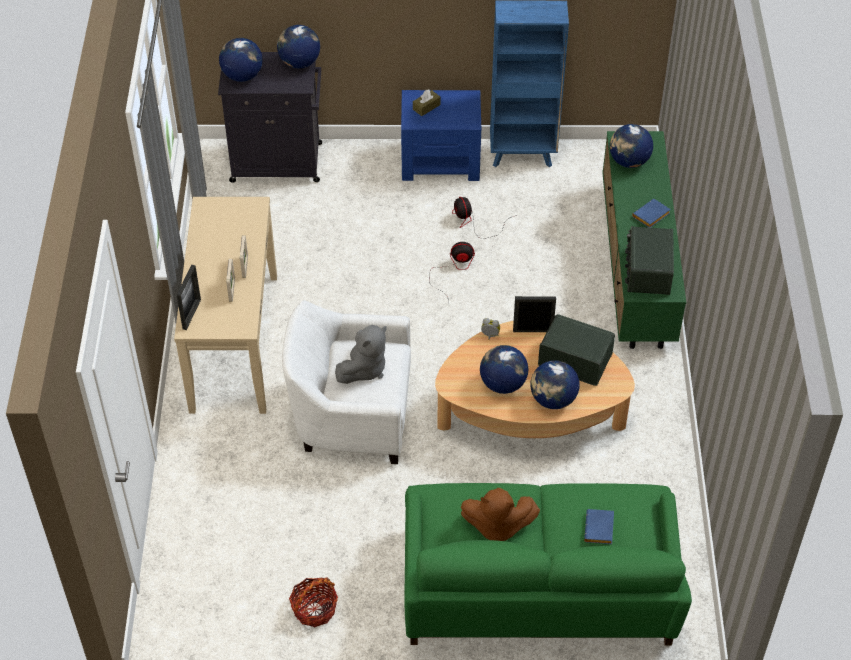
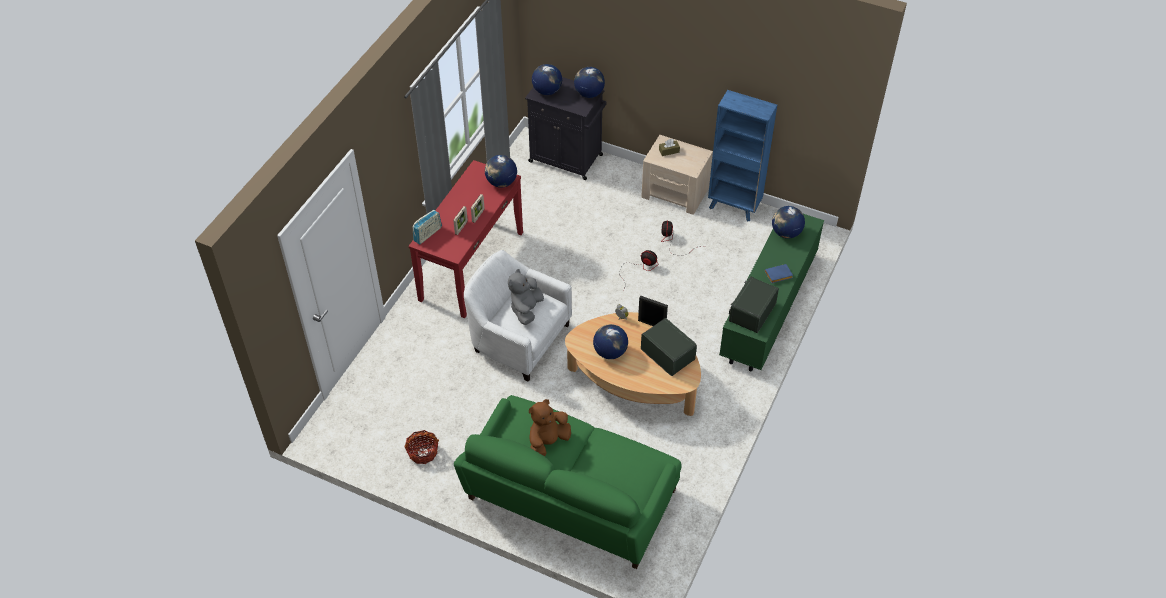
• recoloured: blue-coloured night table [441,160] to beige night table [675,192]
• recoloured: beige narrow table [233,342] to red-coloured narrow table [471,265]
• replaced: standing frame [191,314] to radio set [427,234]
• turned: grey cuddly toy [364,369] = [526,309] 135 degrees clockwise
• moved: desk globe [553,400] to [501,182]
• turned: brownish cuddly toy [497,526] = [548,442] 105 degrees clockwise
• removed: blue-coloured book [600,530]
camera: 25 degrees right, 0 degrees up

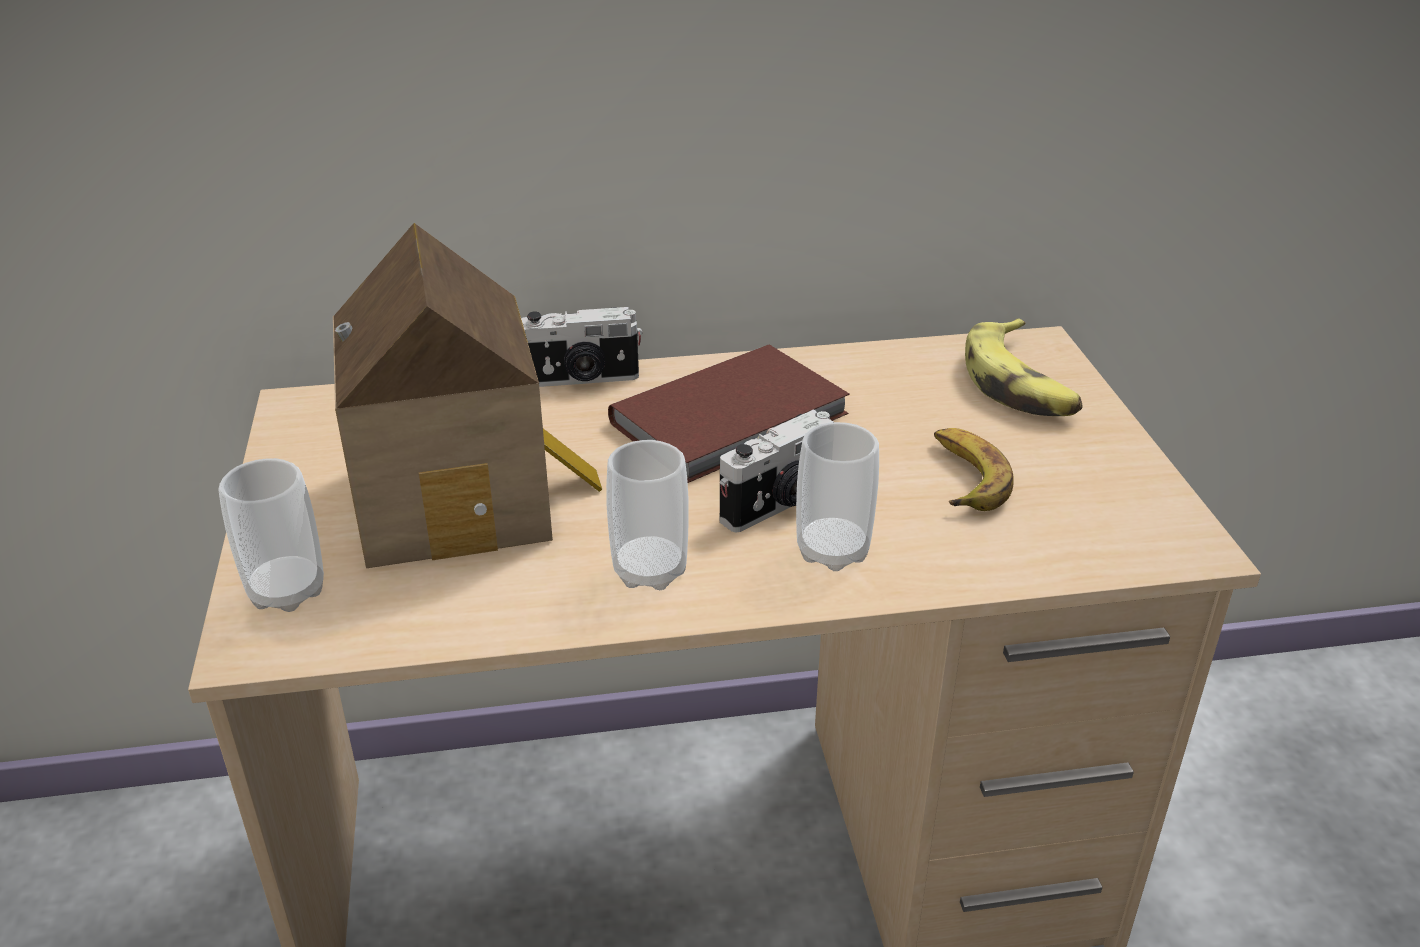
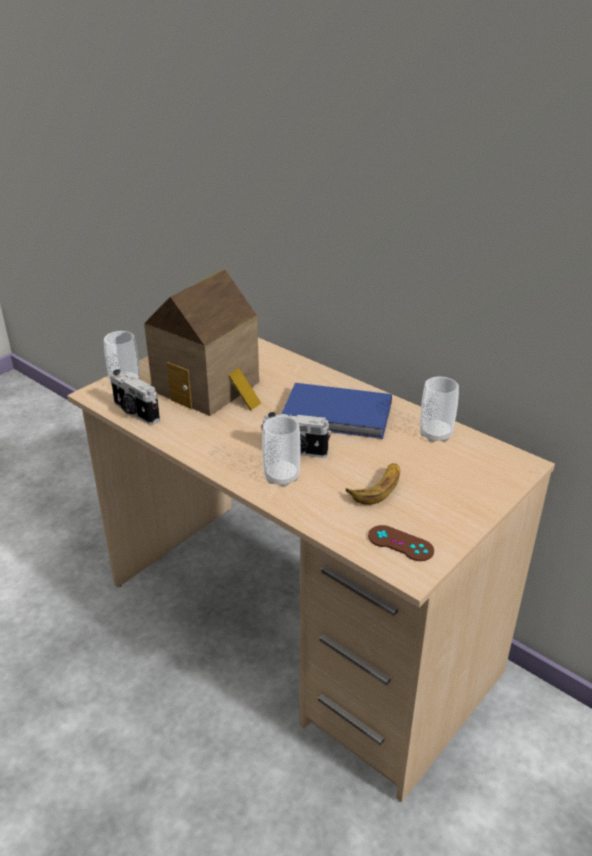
• moved: photo camera [582,379] to [135,412]
• removed: banana fruit [1020,384]
• recoloured: brownish book [735,419] to blue-coloured book [338,415]
• moved: cup [650,570] to [435,434]
• added: brownish joypad [400,543]
camera: 50 degrees right, 0 degrees up

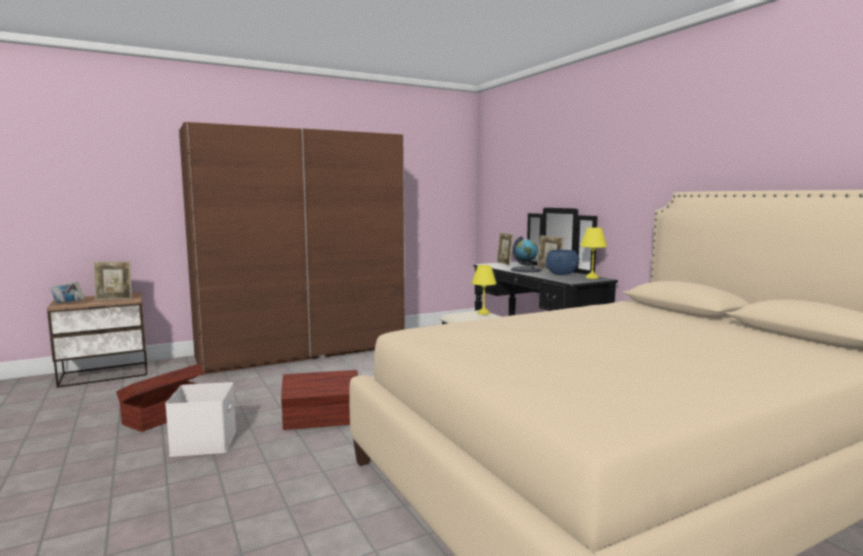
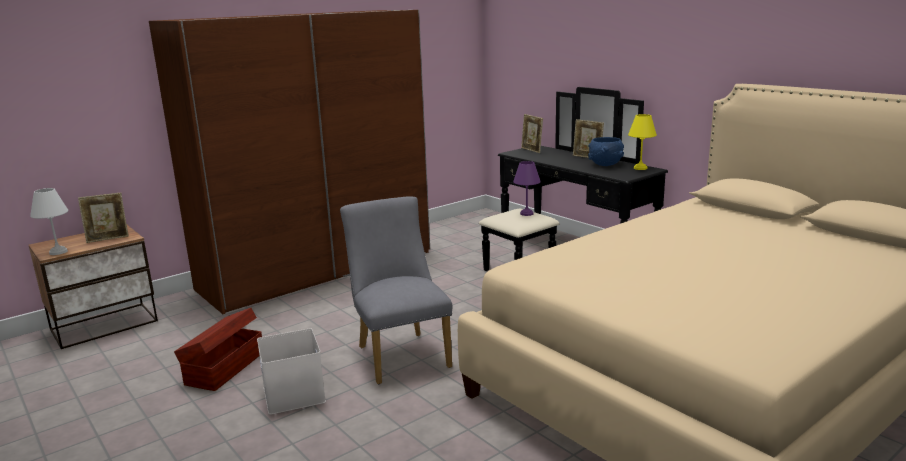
• removed: desk globe [526,270]
• recoloured: yellow-coloured table lamp [483,313] to purple-coloured table lamp [526,214]
• replaced: book [68,304] to white-coloured table lamp [58,252]
• replaced: brownish storage container [322,420] to grey upright chair [400,354]
camera: 10 degrees left, 10 degrees up

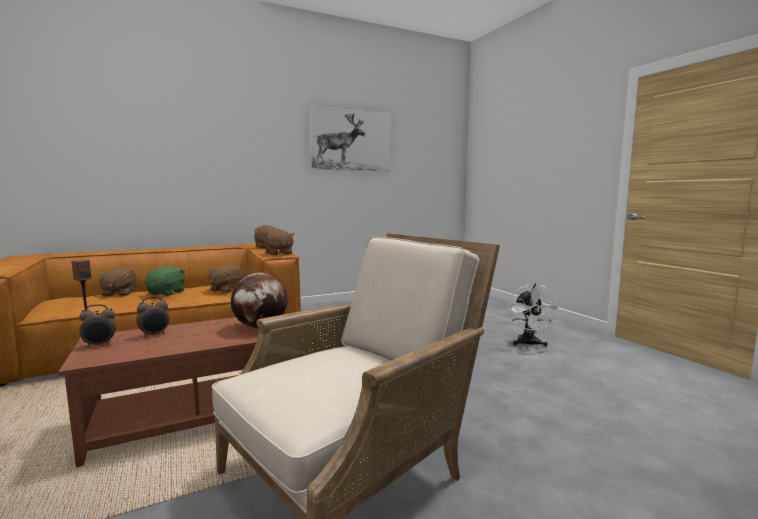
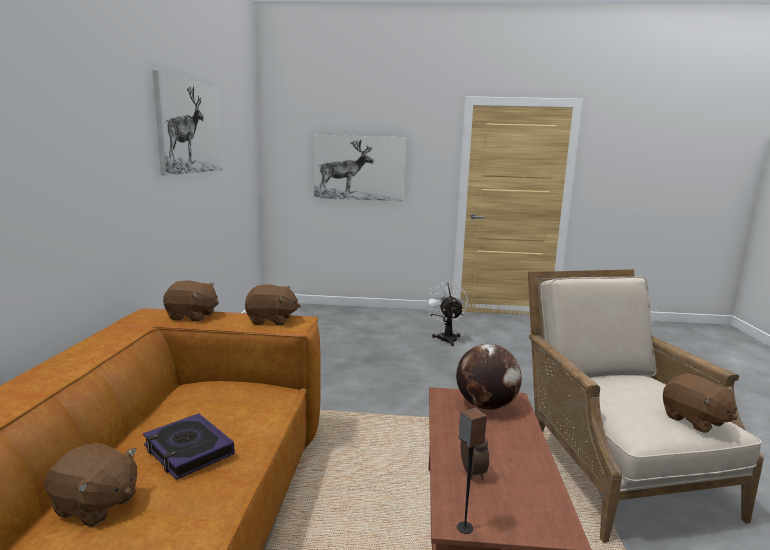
• moved: brownish cuddly toy [226,289] to [694,420]
• replaced: green cuddly toy [167,293] to book [188,450]
• turned: white-coloured fan [529,344] = [446,337] 135 degrees counterclockwise
• removed: alarm clock [100,345]
• added: wall picture [359,168]
camera: 60 degrees left, 5 degrees up

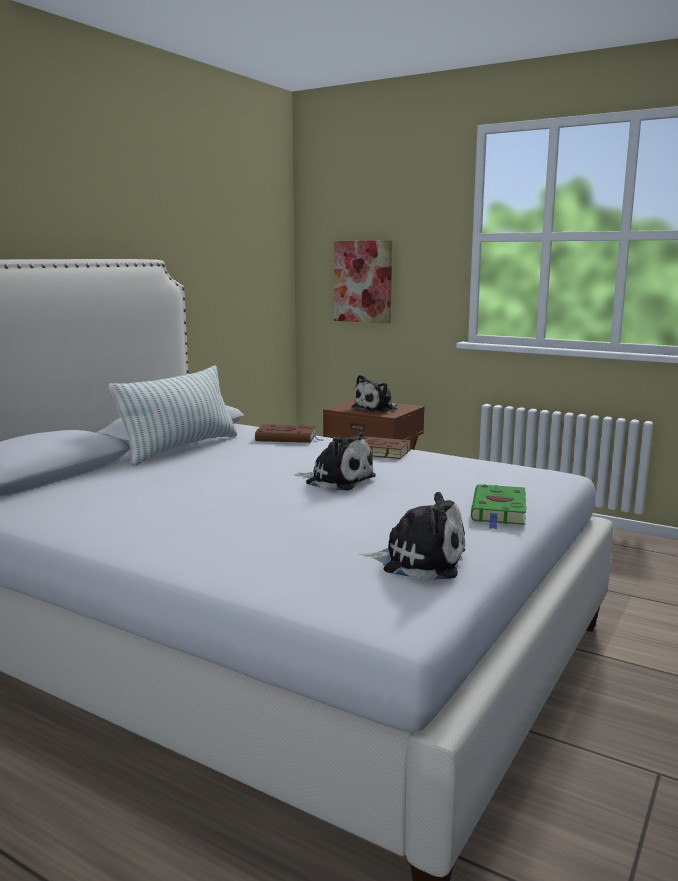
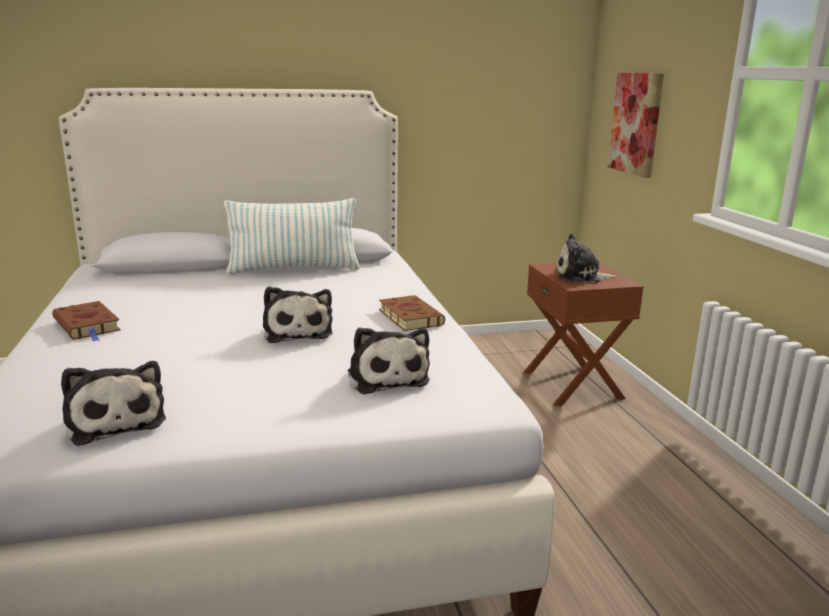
• moved: brownish book [288,438] to [88,326]
• removed: green book [499,511]
• added: cuddly toy [386,377]
camera: 45 degrees right, 5 degrees up

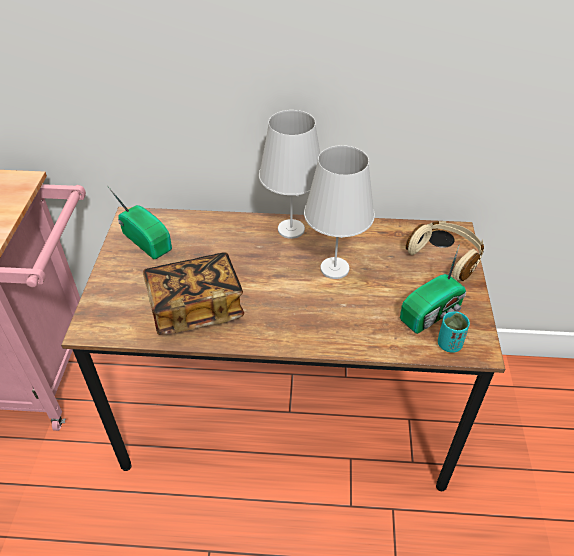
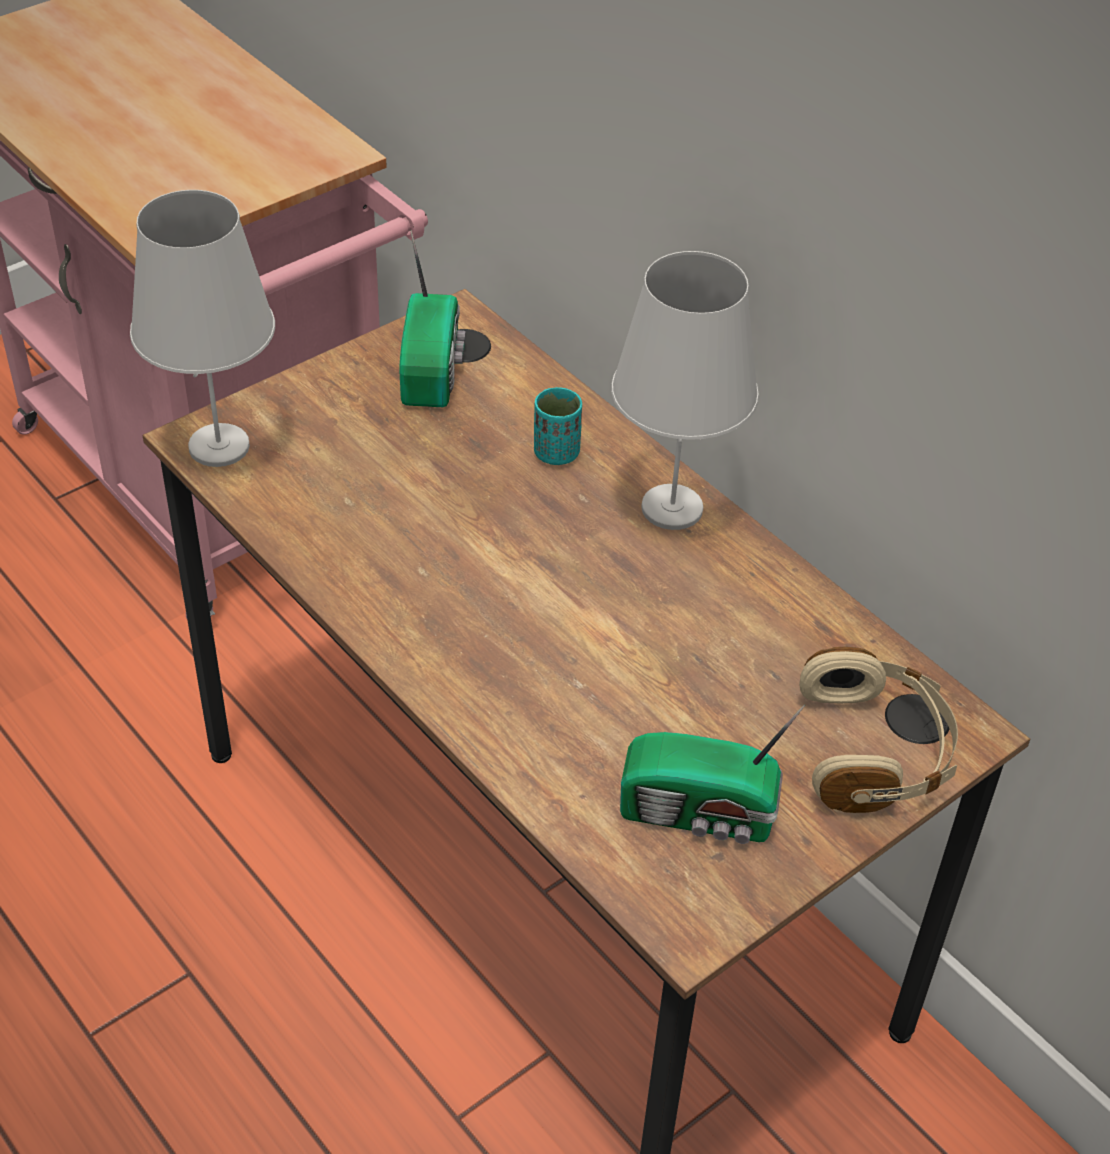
• moved: white-coloured table lamp [334,269] to [218,446]
• removed: book [195,307]
• moved: turquoise-coloured cup [449,344] to [556,453]
camera: 45 degrees right, 0 degrees up

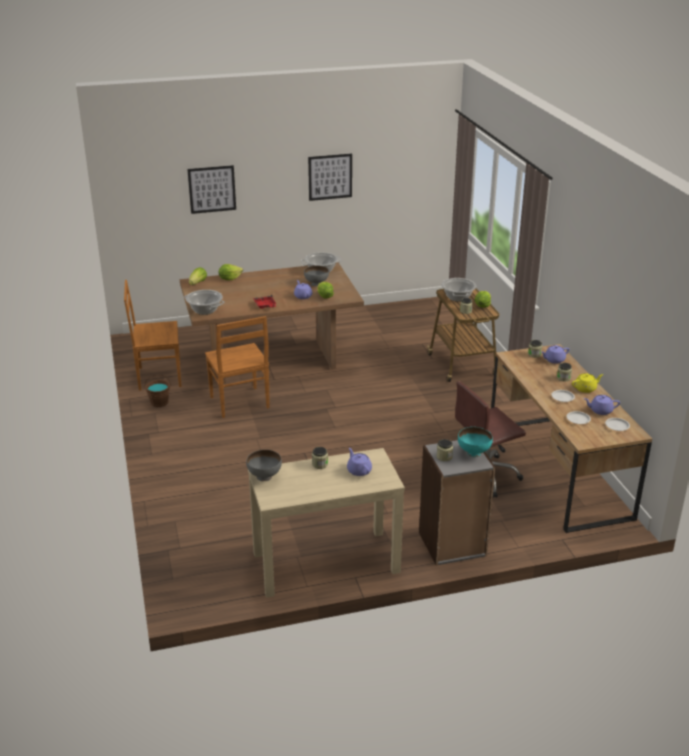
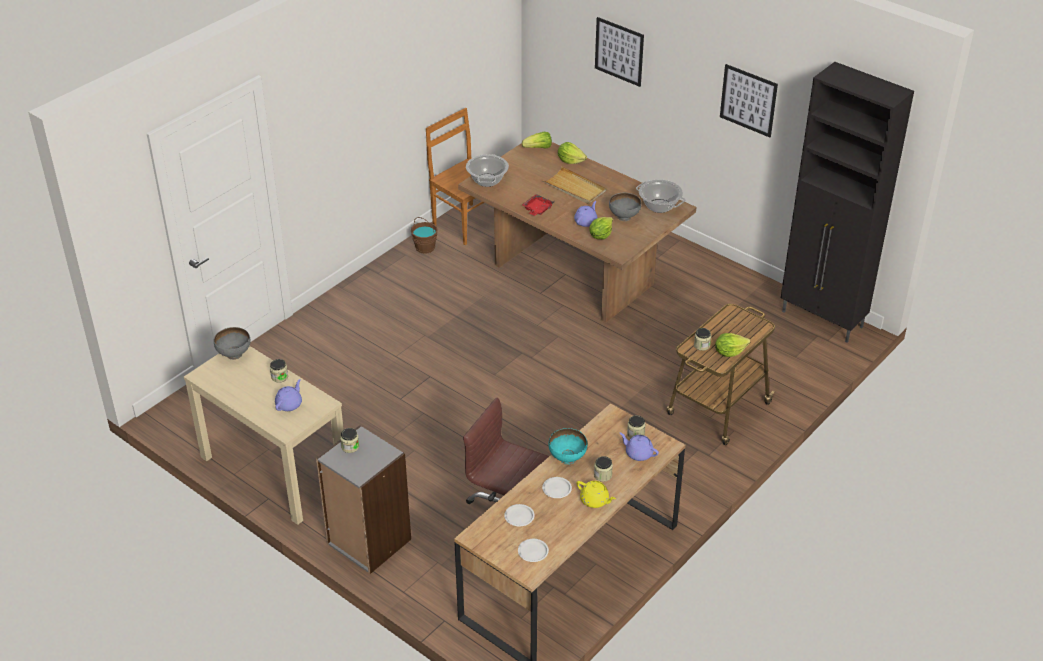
• removed: saucepot [457,297]
• removed: brownish upright chair [240,403]
• removed: purple-coloured pot for tea [600,411]
• moved: turquoise-coloured bowl [473,453] to [567,458]
• added: black-coloured storage cabinet [823,320]
• added: beige serving tray [574,188]
camera: 55 degrees right, 10 degrees up

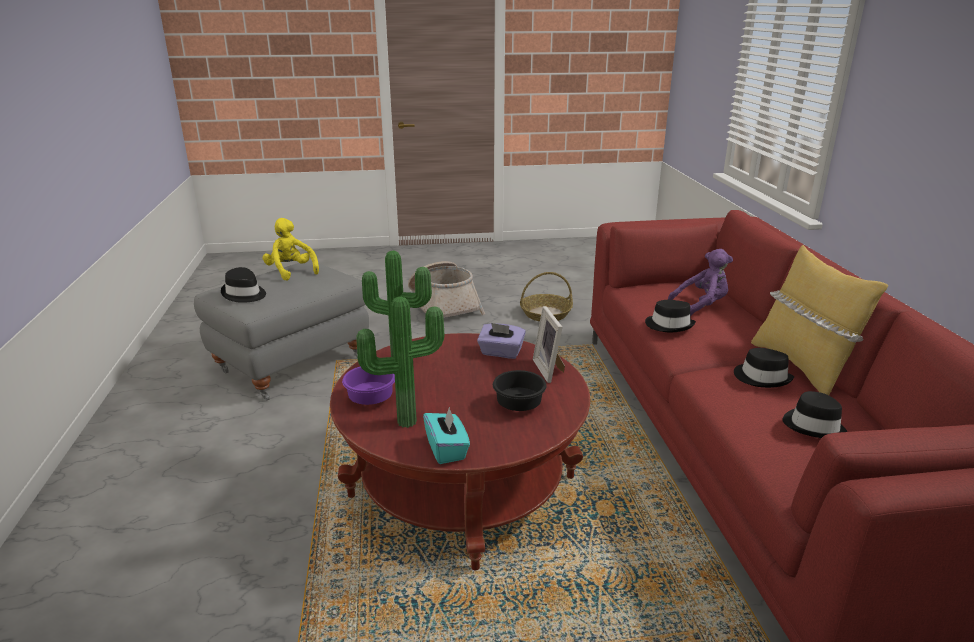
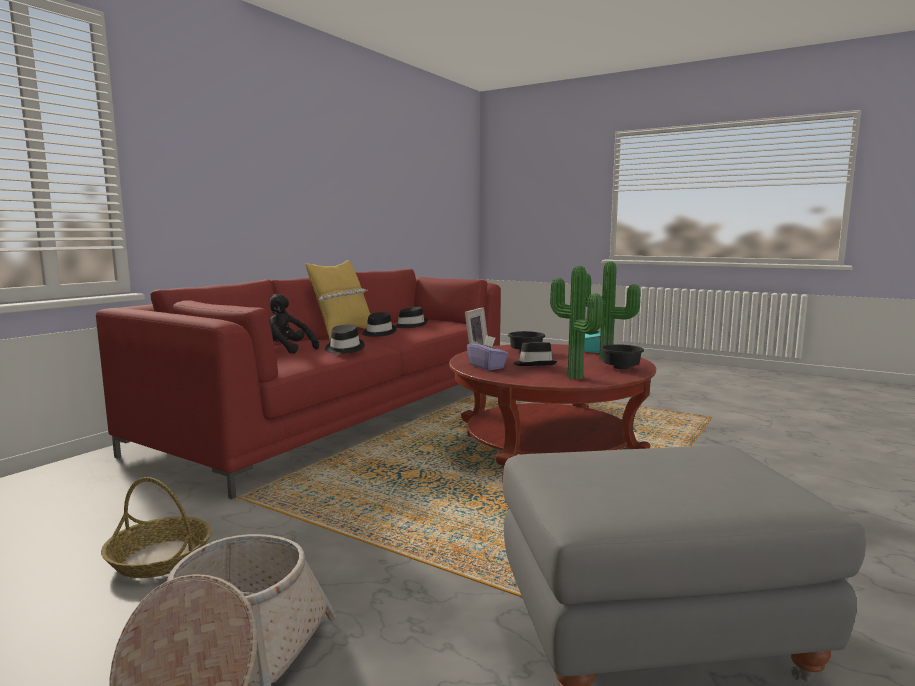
• removed: yellow-coloured cuddly toy [291,271]
• recoloured: purple-coloured cuddly toy [701,306] to black-coloured cuddly toy [286,350]
• moved: black-coloured hat [244,294] to [534,364]
• recoloured: purple-coloured bowl [370,398] to black-coloured bowl [620,368]
camera: 140 degrees left, 15 degrees down

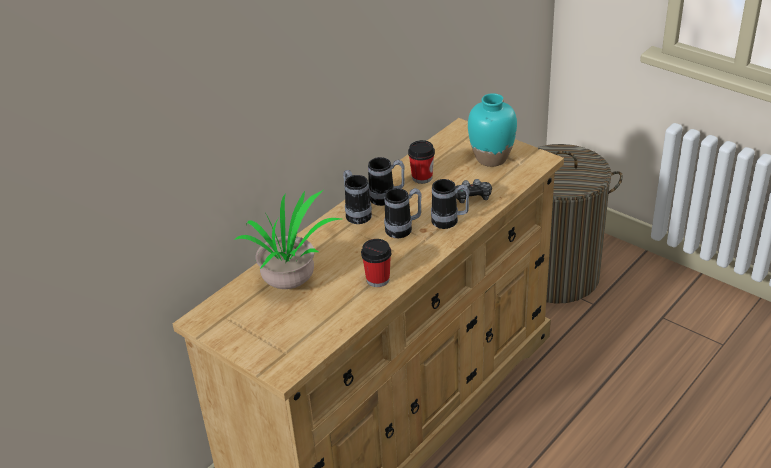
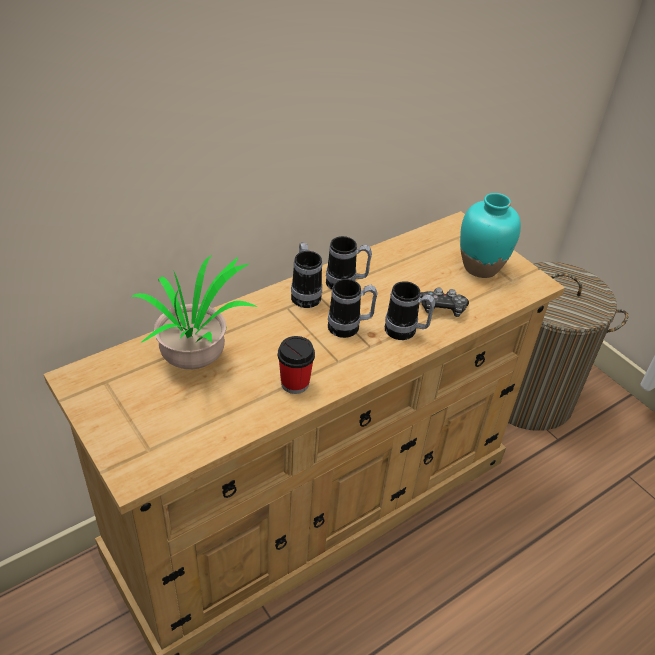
• removed: cup [422,177]
camera: 10 degrees right, 5 degrees up

